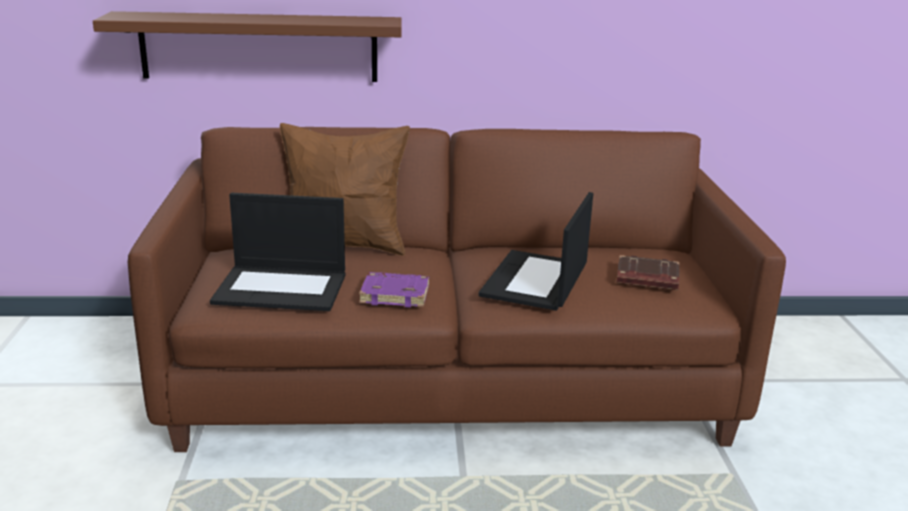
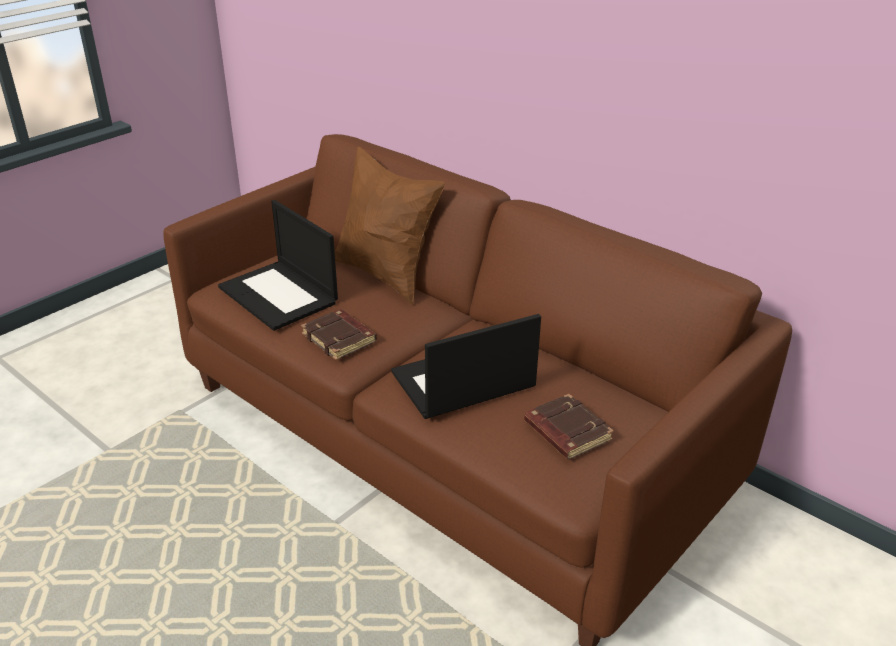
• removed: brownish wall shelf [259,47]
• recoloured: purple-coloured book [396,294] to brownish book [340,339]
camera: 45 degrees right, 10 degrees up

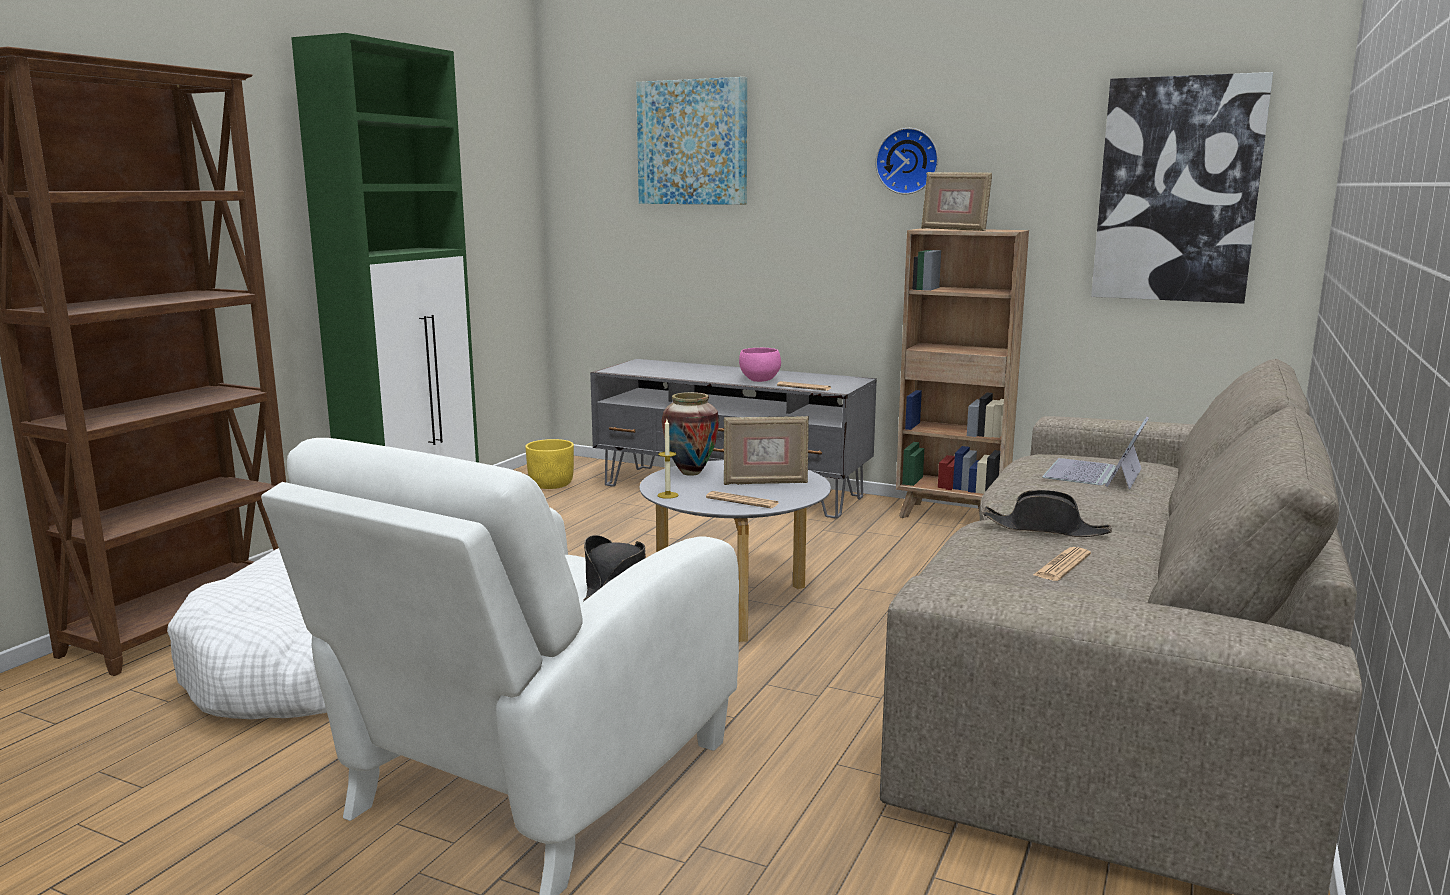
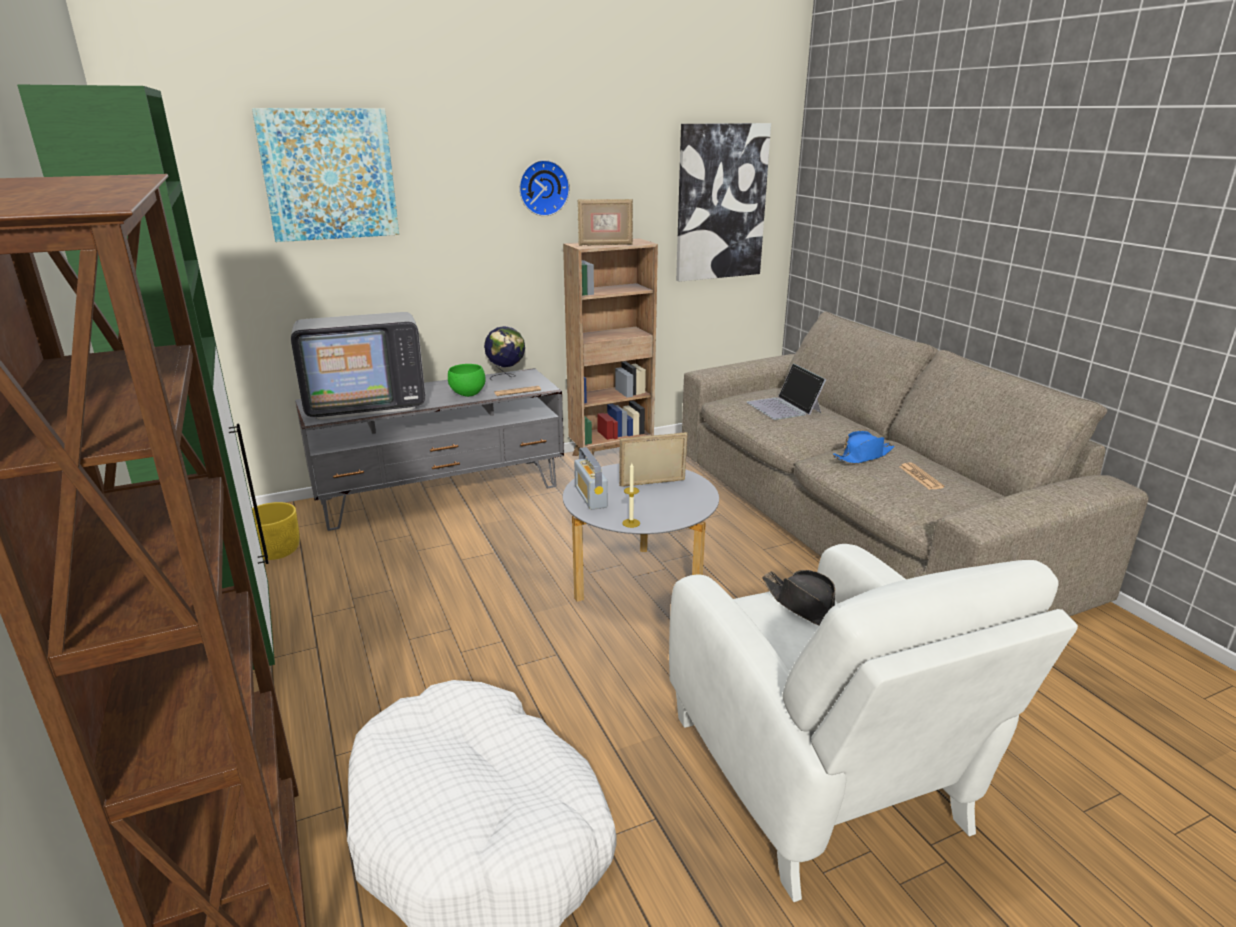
• recoloured: pink bowl [759,380] to green bowl [468,394]
• replaced: decorative vase [690,473] to radio set [590,497]
• turned: standing frame [765,483] = [653,484] 135 degrees counterclockwise
• recoloured: black-coloured hat [1045,529] to blue-coloured hat [863,456]
• removed: printed paper [742,501]
• added: TV [366,404]
• added: desk globe [506,376]
camera: 50 degrees left, 10 degrees up

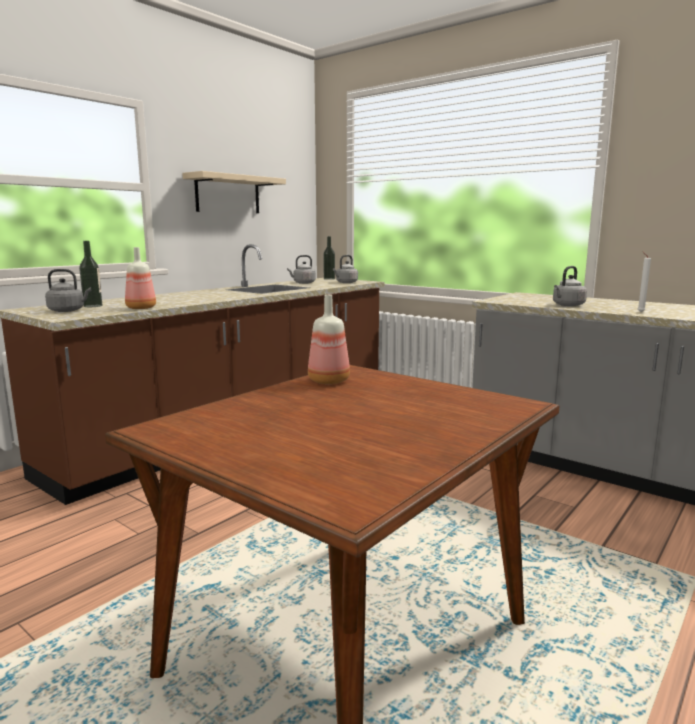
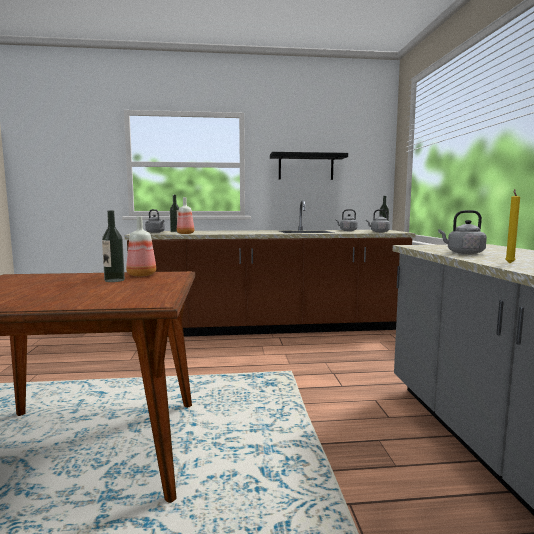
• recoloured: beige wall shelf [228,194] to black-coloured wall shelf [306,167]
• recoloured: white-coloured wax candle [640,312] to yellow-coloured wax candle [509,263]
• added: drink bottle [114,280]
camera: 45 degrees right, 5 degrees down

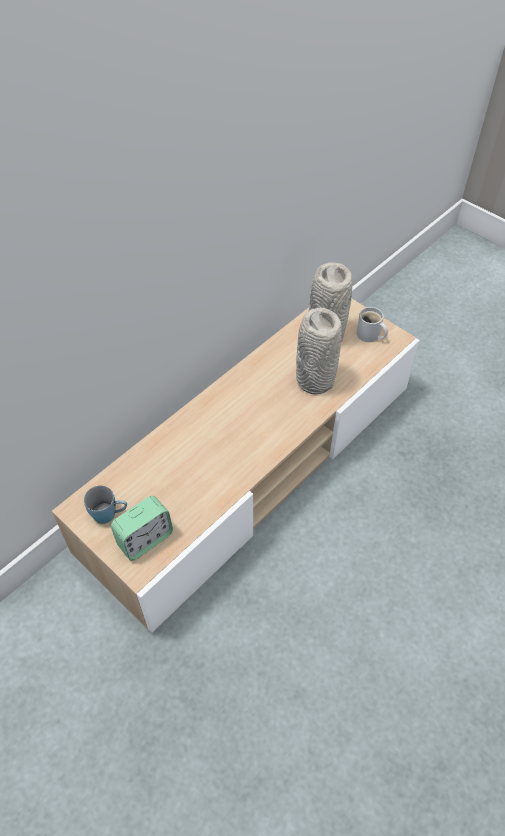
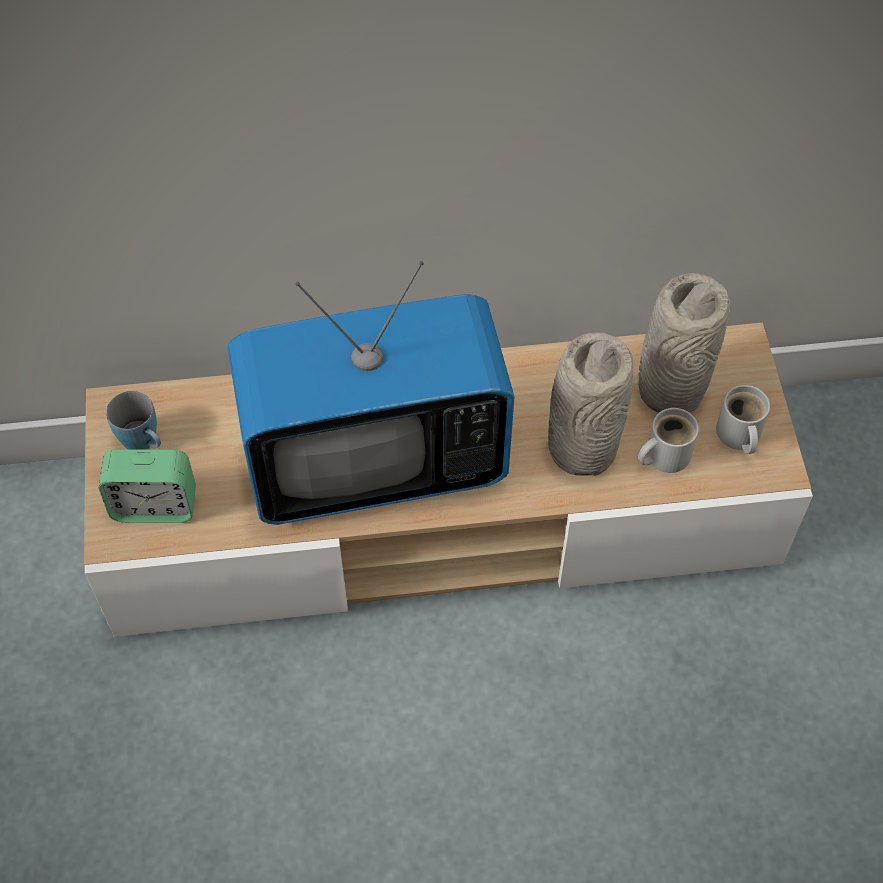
• added: TV [375,462]
• added: white-coloured tea mug [663,455]
camera: 40 degrees right, 5 degrees up

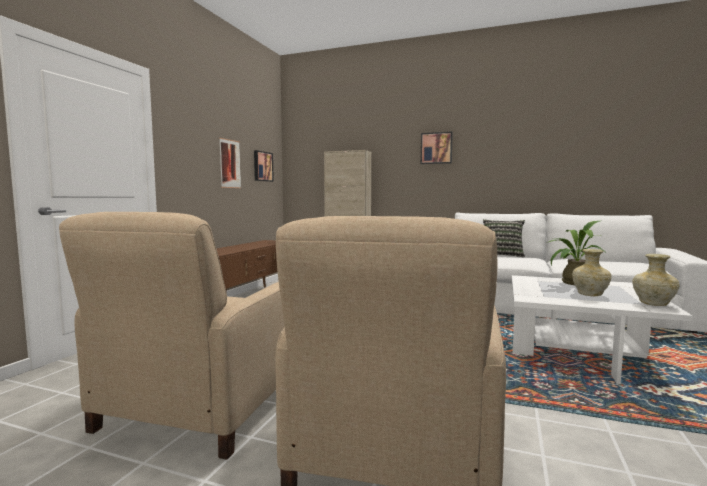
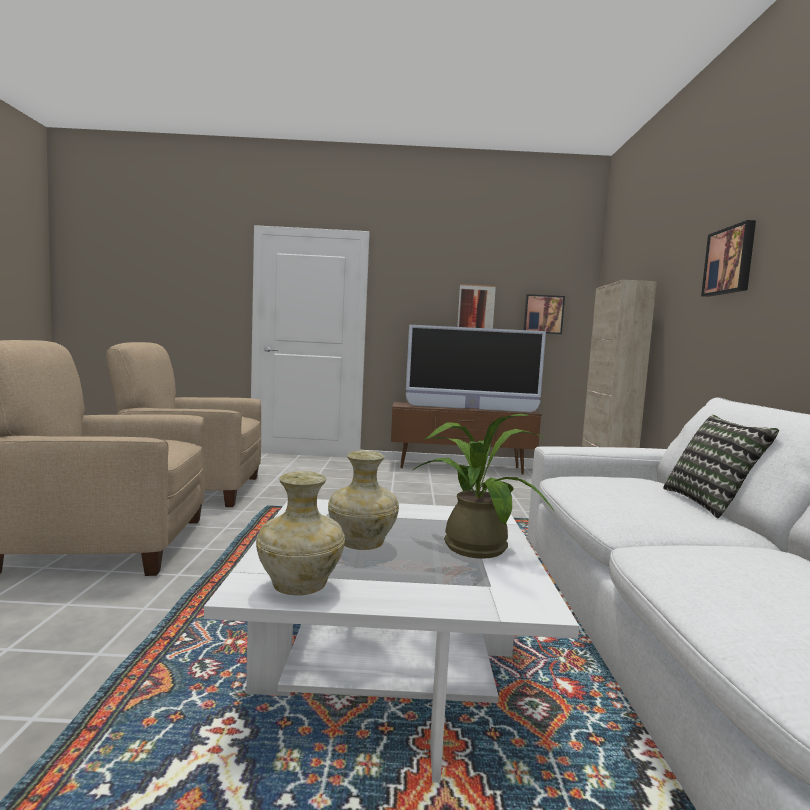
• added: TV [471,409]
camera: 70 degrees right, 0 degrees up

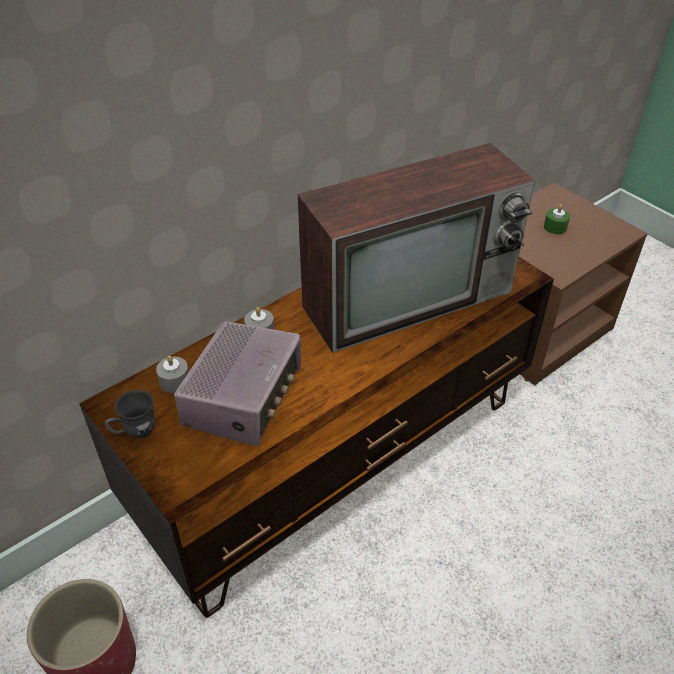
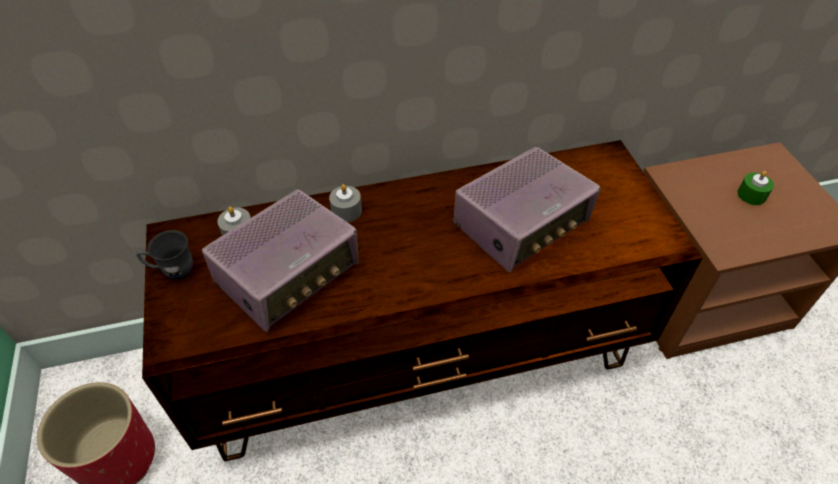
• replaced: TV [410,297] to radio set [522,224]
camera: 25 degrees right, 5 degrees up

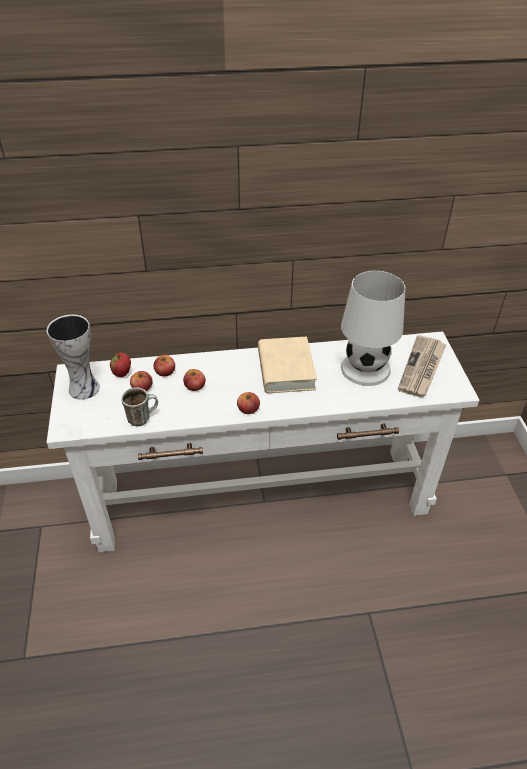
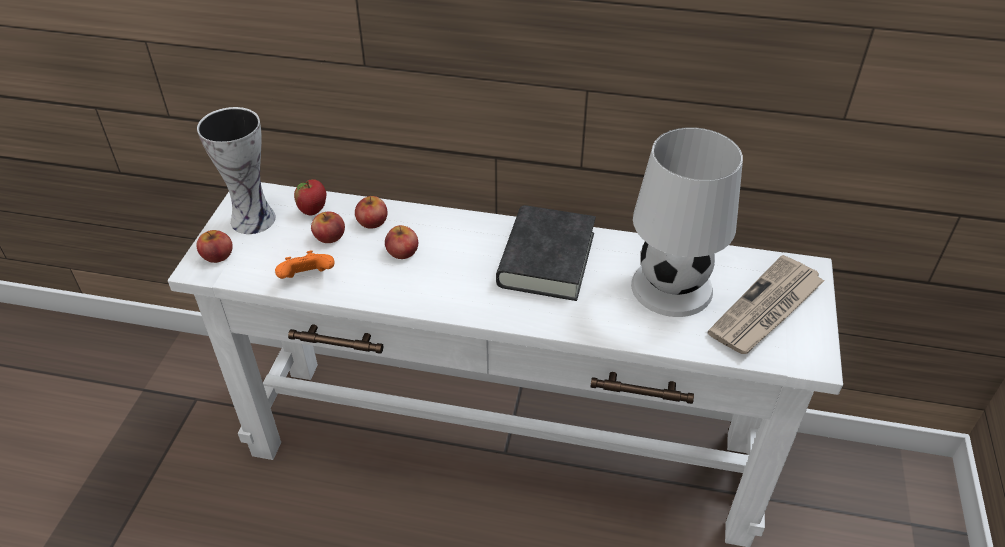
• recoloured: beige book [286,369] to black-coloured book [546,259]
• replaced: tea mug [142,417] to orange-coloured joypad [307,278]
• moved: apple [248,408] to [217,255]
camera: 20 degrees right, 0 degrees up

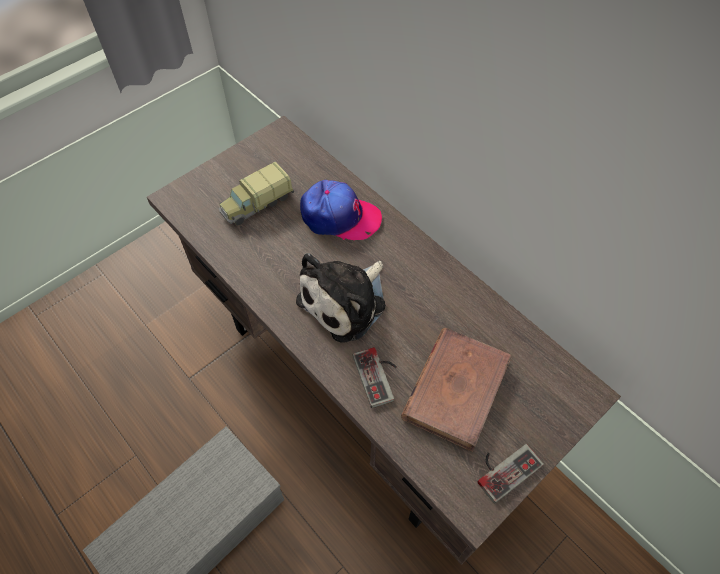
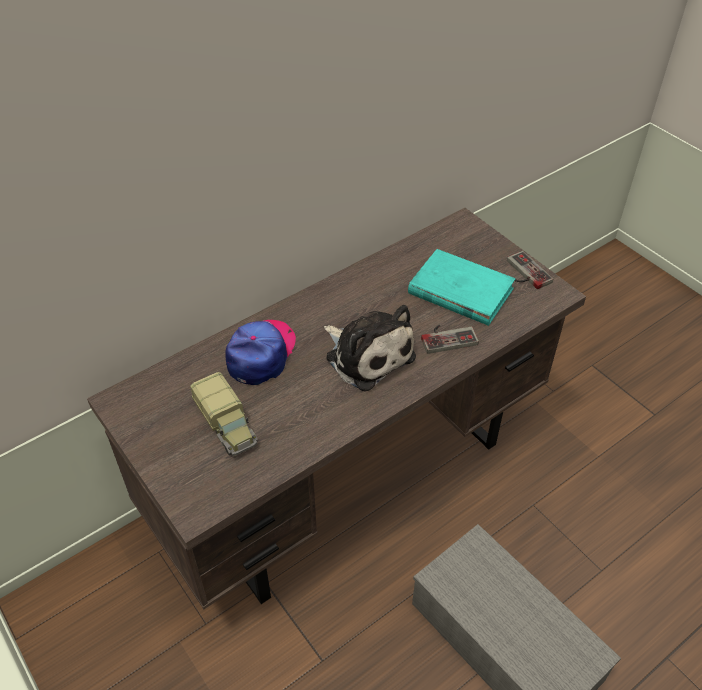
• recoloured: brownish book [456,389] to turquoise-coloured book [460,291]
camera: 85 degrees left, 10 degrees down

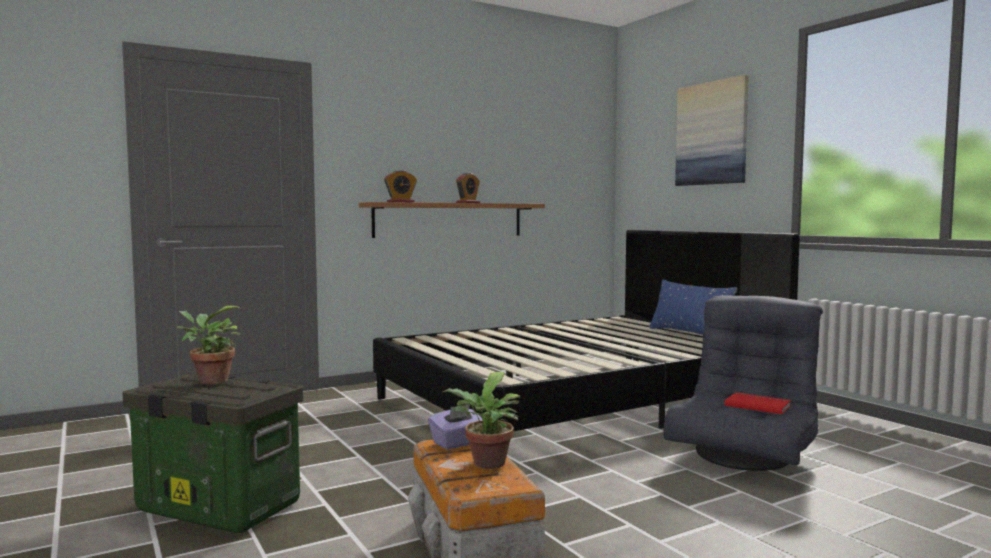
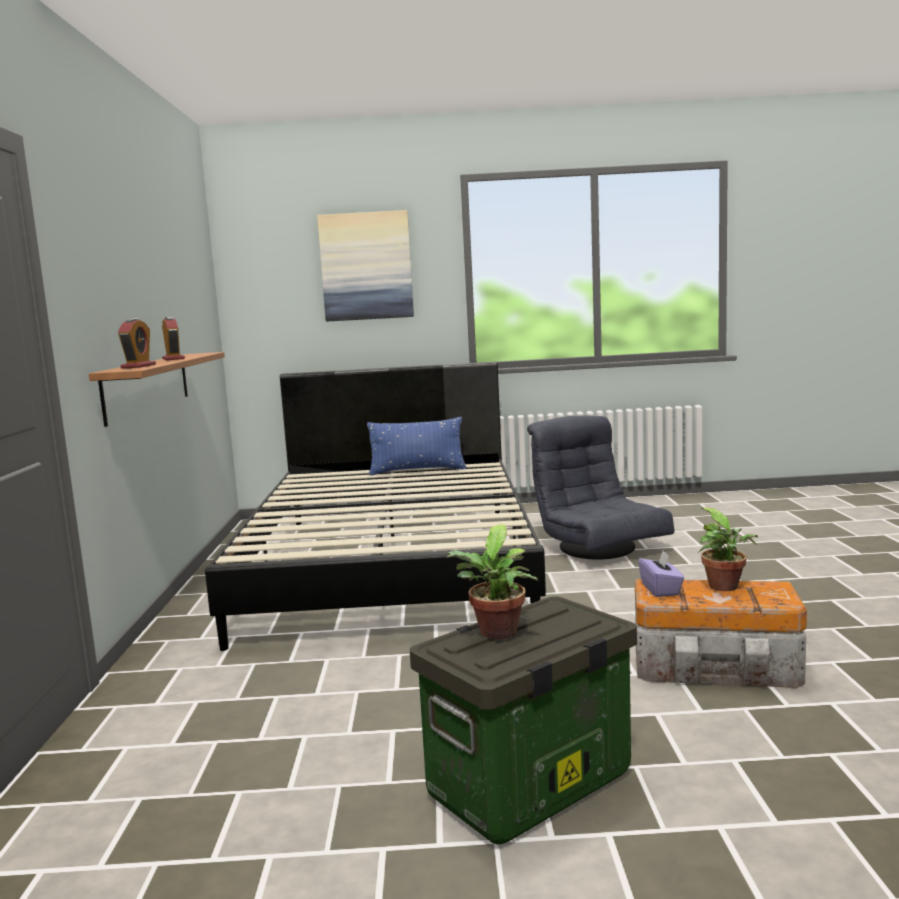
• removed: red-coloured book [757,405]
camera: 60 degrees left, 5 degrees up

